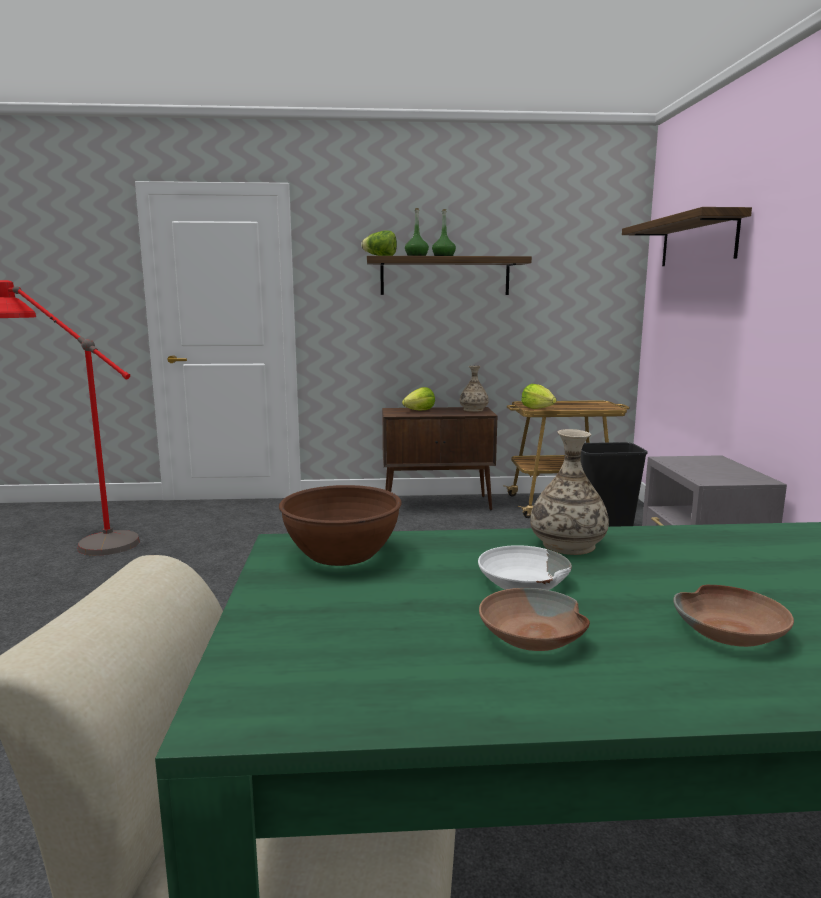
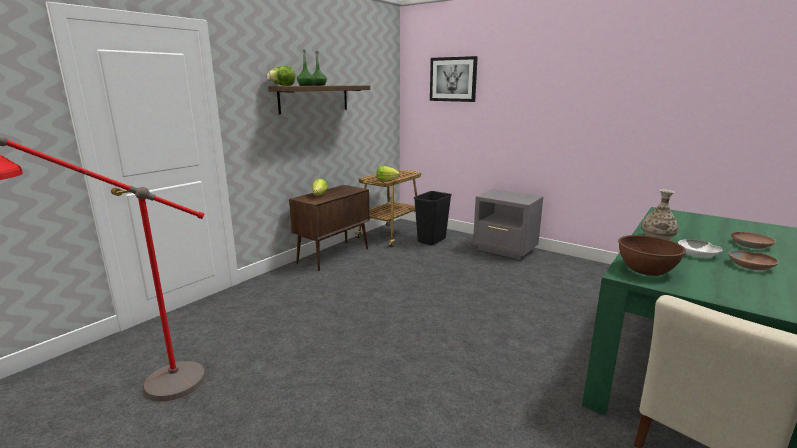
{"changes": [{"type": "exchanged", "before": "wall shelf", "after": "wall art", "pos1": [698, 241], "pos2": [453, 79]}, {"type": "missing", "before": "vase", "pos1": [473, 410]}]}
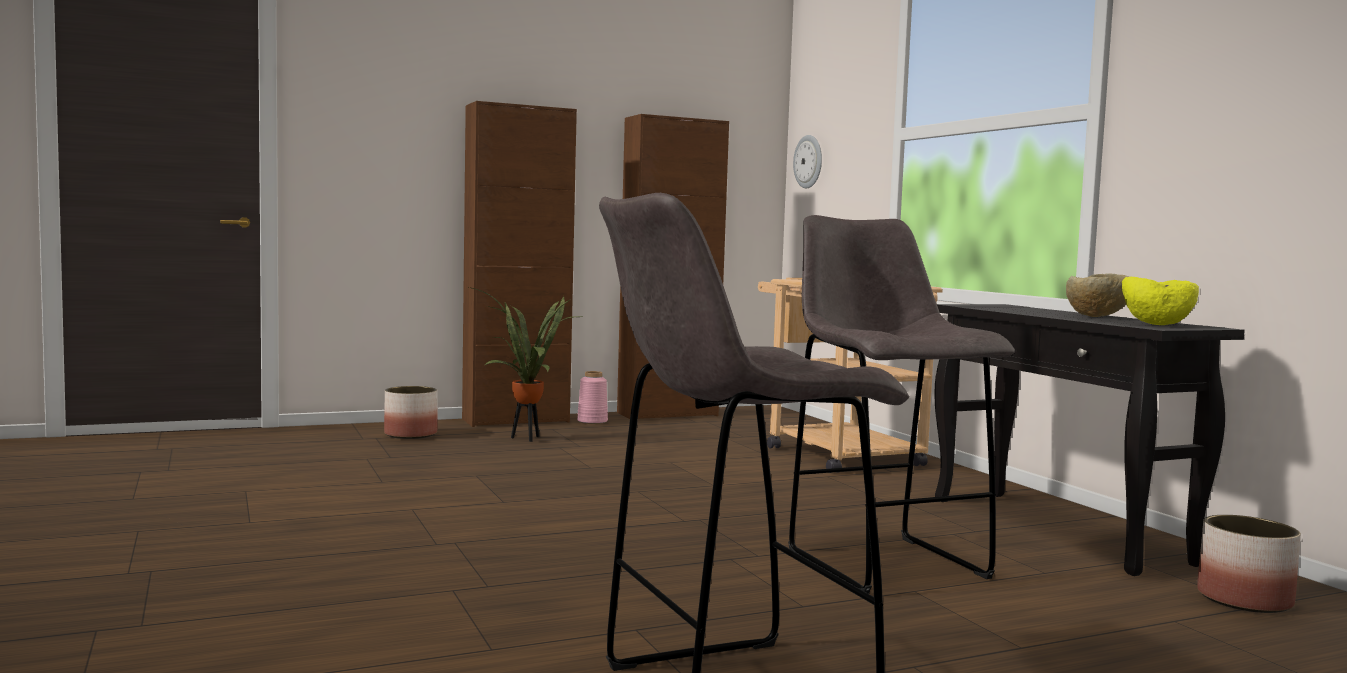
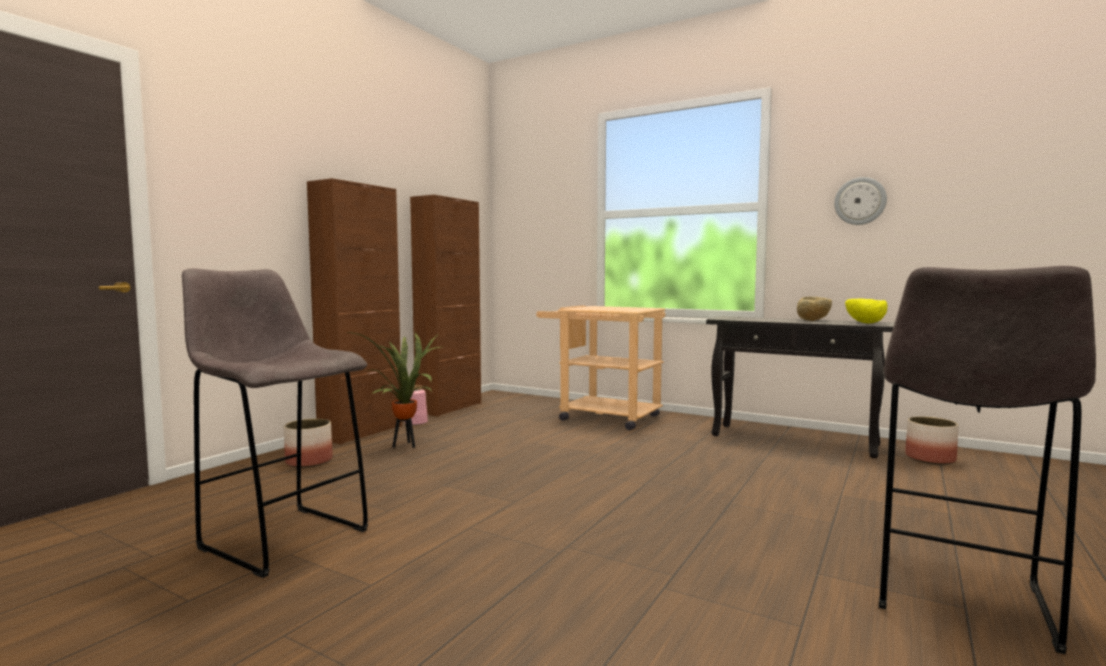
{"changes": [{"type": "relocated", "before": "wall clock", "pos1": [809, 161], "pos2": [860, 201]}, {"type": "relocated", "before": "gray sitting stool", "pos1": [883, 562], "pos2": [282, 538]}]}
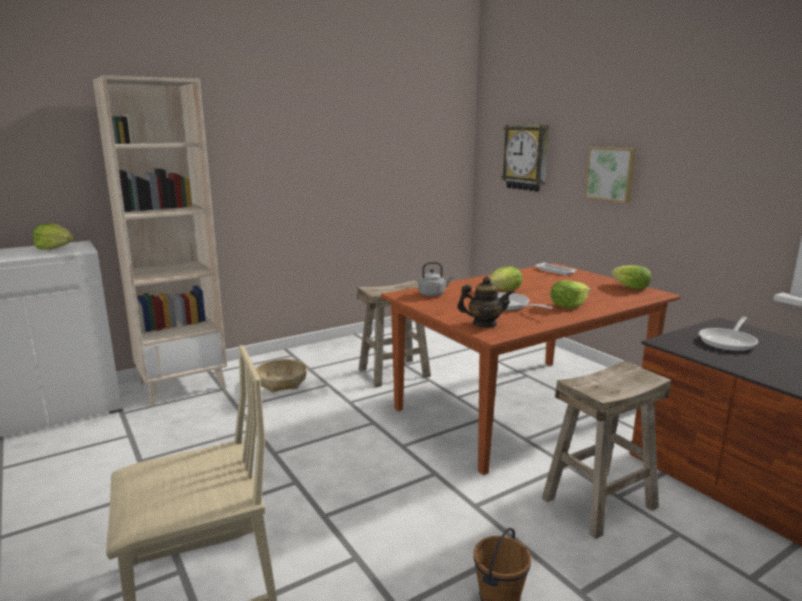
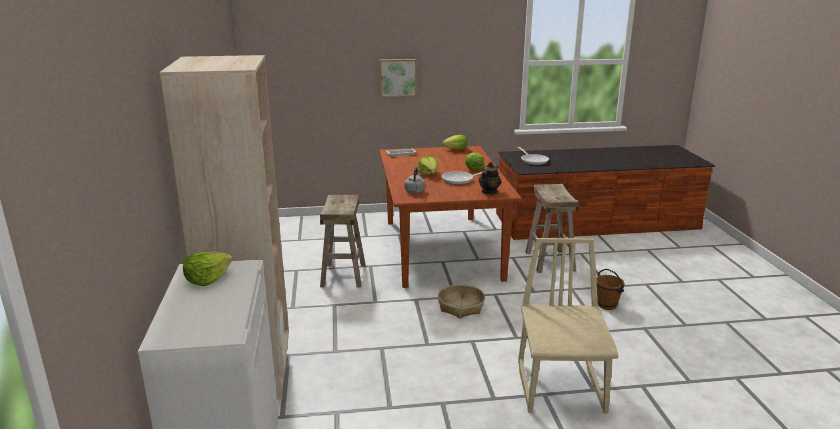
{"changes": [{"type": "missing", "before": "wall clock", "pos1": [526, 157]}, {"type": "relocated", "before": "household basket", "pos1": [281, 382], "pos2": [461, 307]}]}
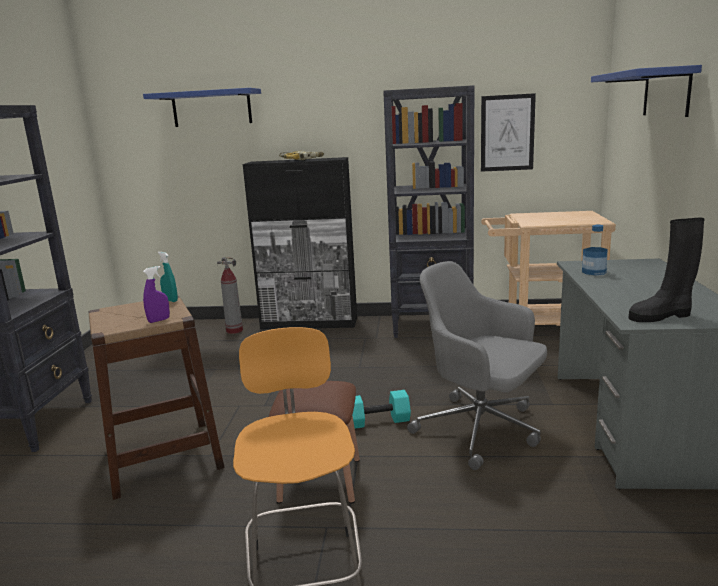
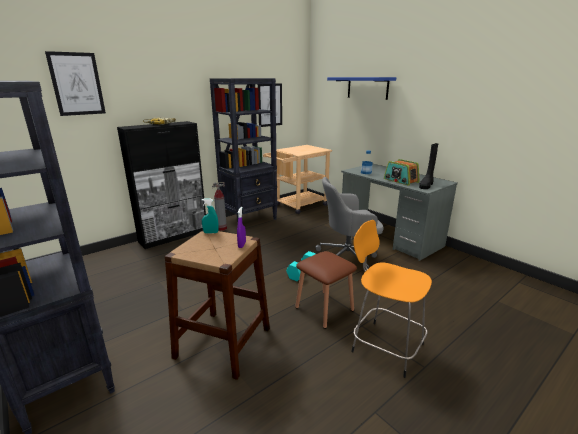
{"changes": [{"type": "exchanged", "before": "blue wall shelf", "after": "wall art", "pos1": [211, 108], "pos2": [77, 84]}, {"type": "relocated", "before": "extinguisher", "pos1": [234, 331], "pos2": [221, 228]}, {"type": "appeared", "after": "radio set", "pos2": [400, 180]}]}
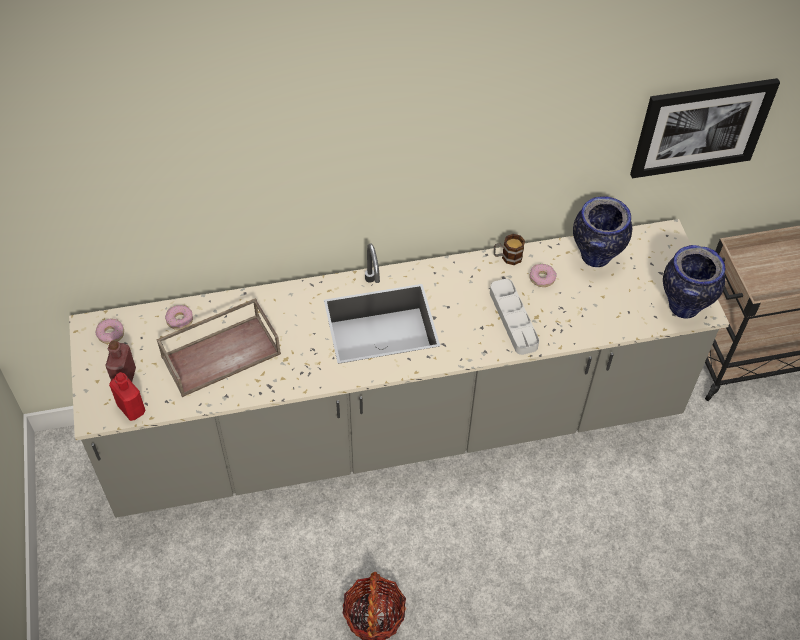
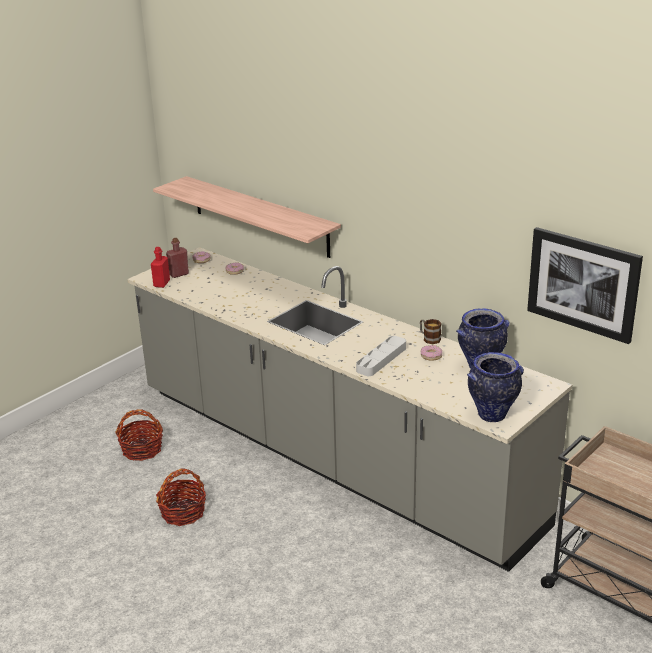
{"changes": [{"type": "missing", "before": "brownish carrying tray", "pos1": [221, 353]}, {"type": "appeared", "after": "wall shelf", "pos2": [260, 216]}, {"type": "appeared", "after": "household basket", "pos2": [142, 450]}]}
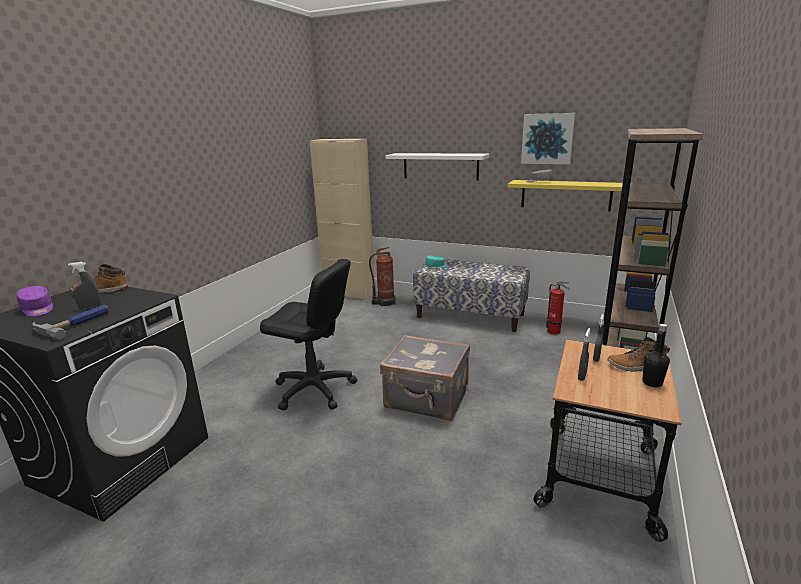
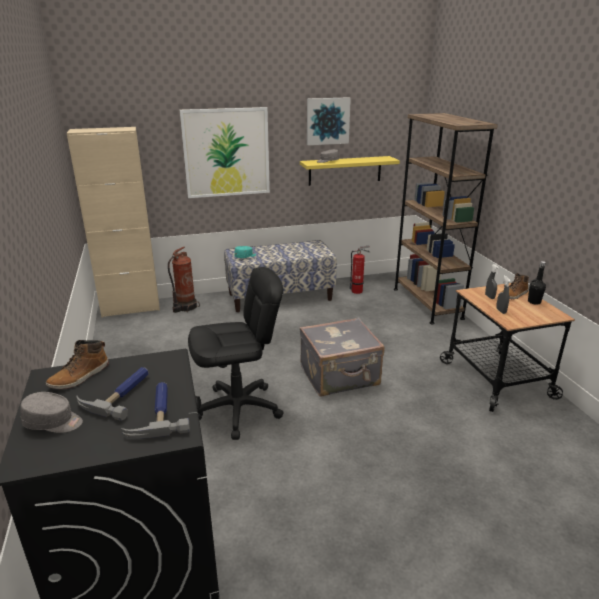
{"changes": [{"type": "exchanged", "before": "white-coloured wall shelf", "after": "wall art", "pos1": [440, 166], "pos2": [226, 152]}, {"type": "exchanged", "before": "gray sprayer", "after": "hand hammer", "pos1": [90, 307], "pos2": [120, 394]}, {"type": "colour", "before": "purplish peaked cap", "after": "gray peaked cap", "pos1": [38, 309], "pos2": [53, 422]}]}
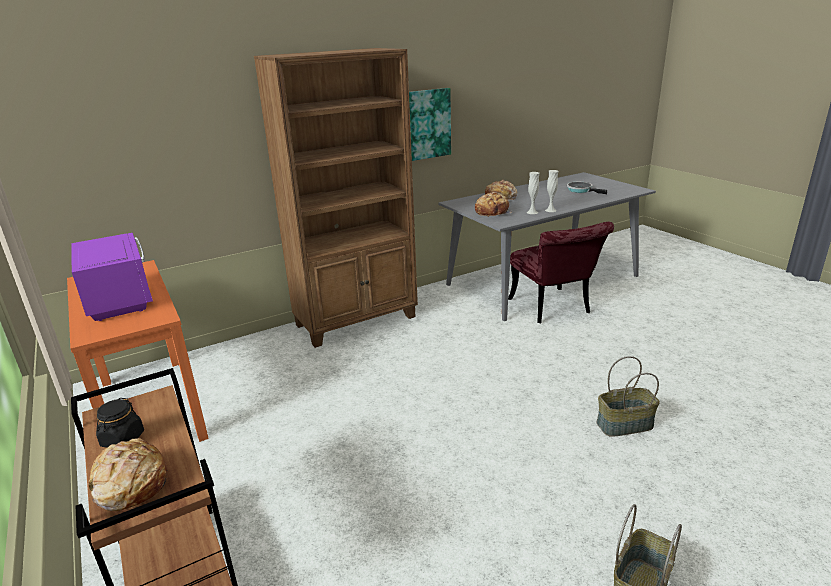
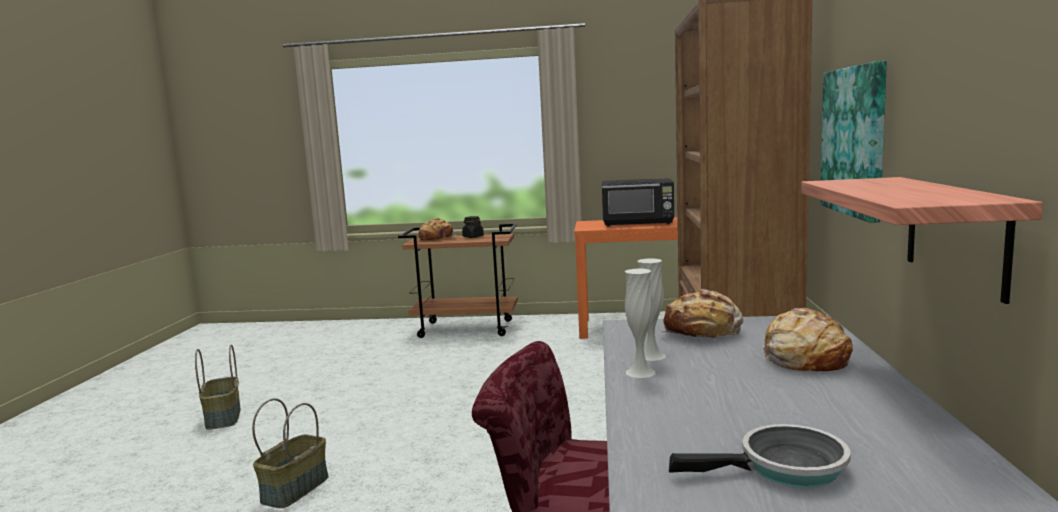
{"changes": [{"type": "colour", "before": "purplish microwave", "after": "black microwave", "pos1": [120, 299], "pos2": [638, 223]}, {"type": "appeared", "after": "wall shelf", "pos2": [955, 233]}]}
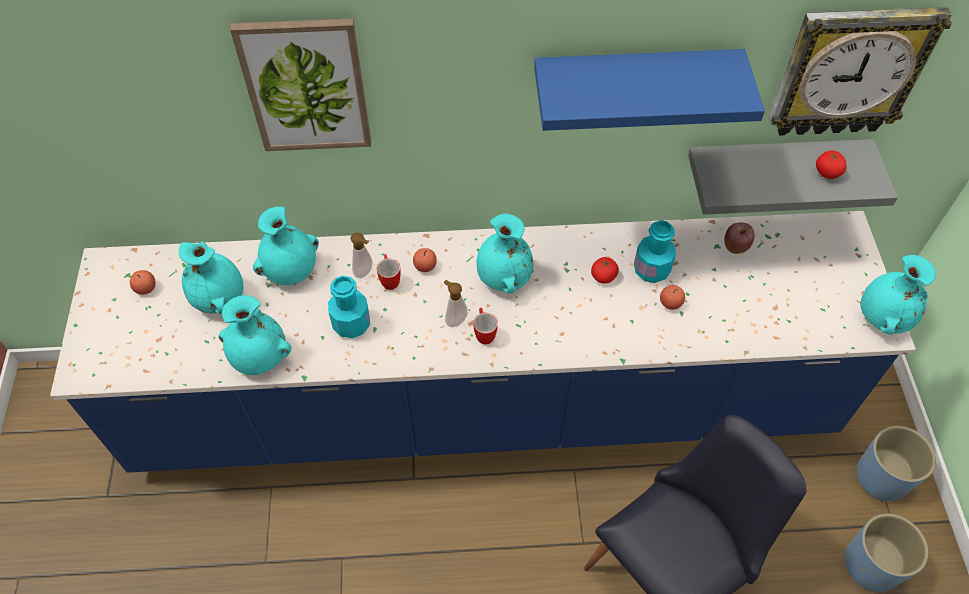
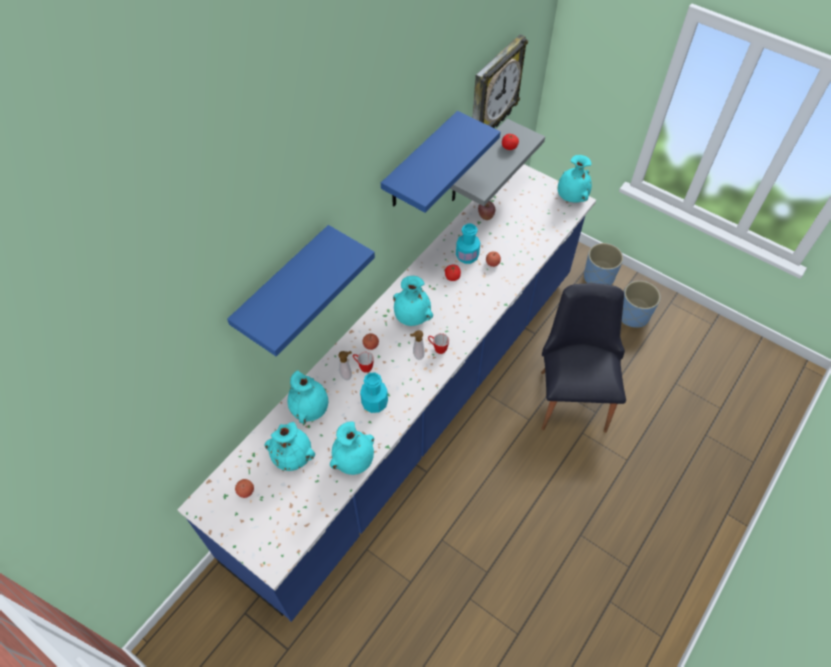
{"changes": [{"type": "exchanged", "before": "wall art", "after": "blue wall shelf", "pos1": [306, 85], "pos2": [283, 286]}]}
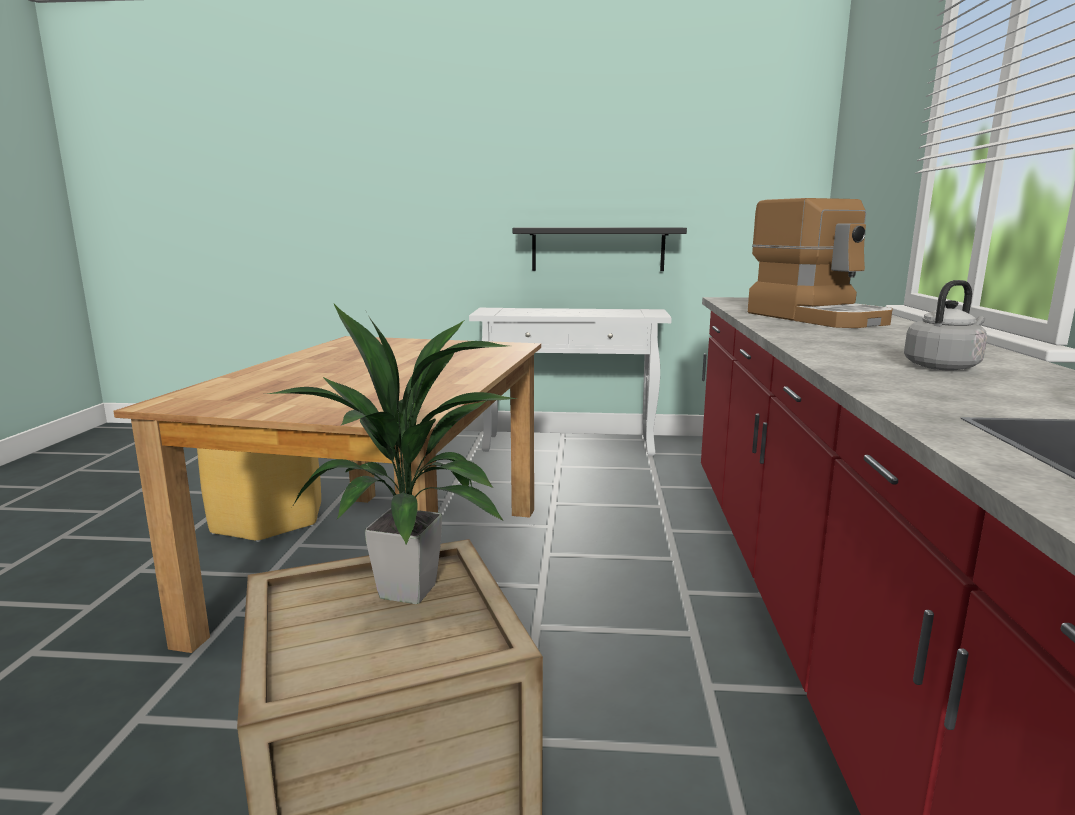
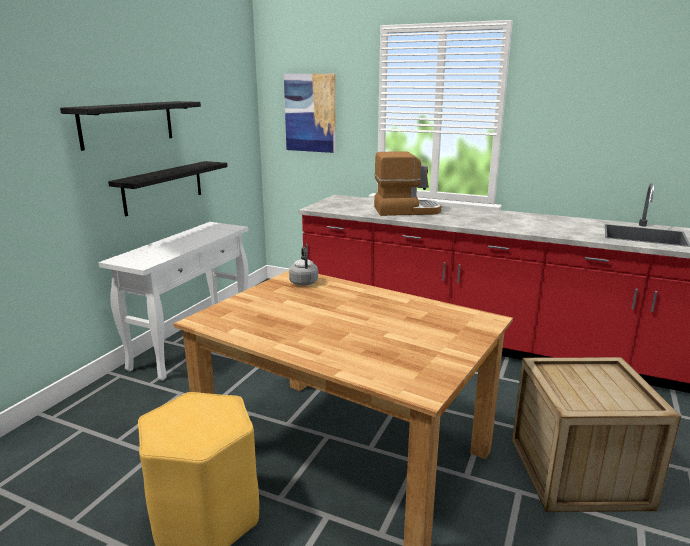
{"changes": [{"type": "relocated", "before": "gray tea kettle", "pos1": [943, 366], "pos2": [303, 282]}, {"type": "missing", "before": "plant in a pot", "pos1": [410, 591]}, {"type": "appeared", "after": "wall art", "pos2": [310, 113]}, {"type": "appeared", "after": "black wall shelf", "pos2": [127, 124]}]}
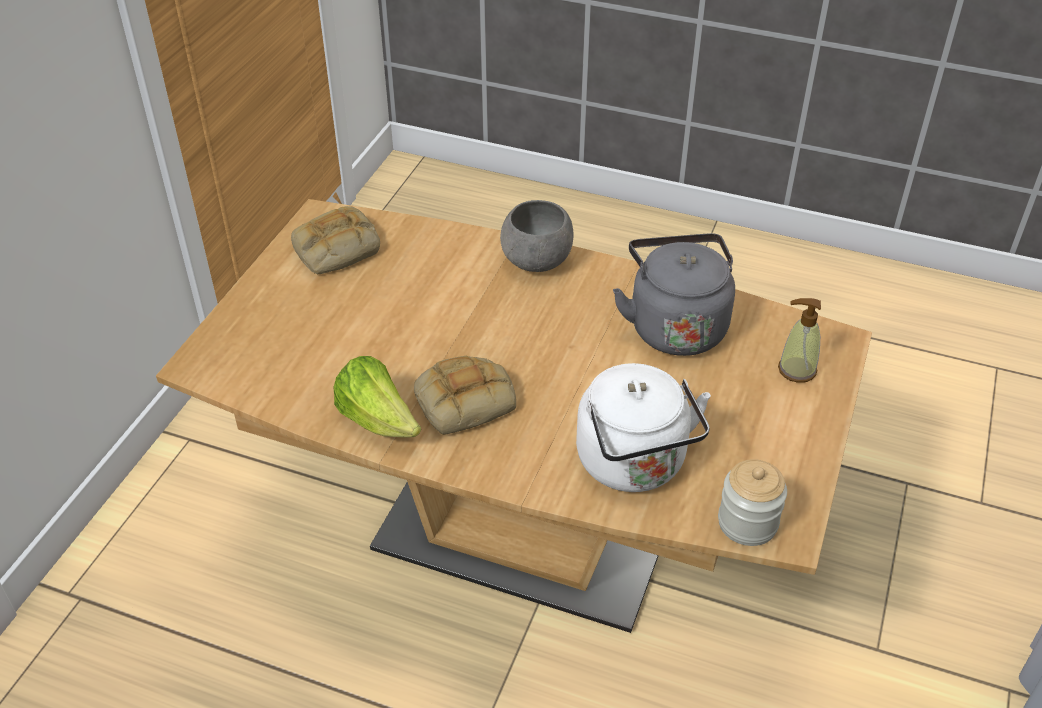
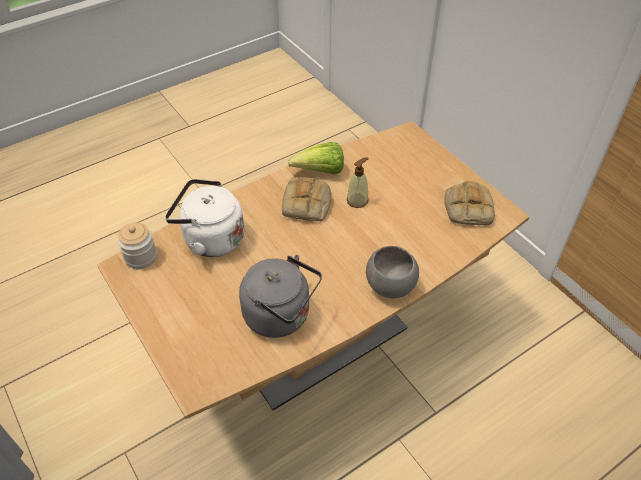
{"changes": [{"type": "relocated", "before": "liquid soap bottle", "pos1": [796, 370], "pos2": [357, 200]}]}
